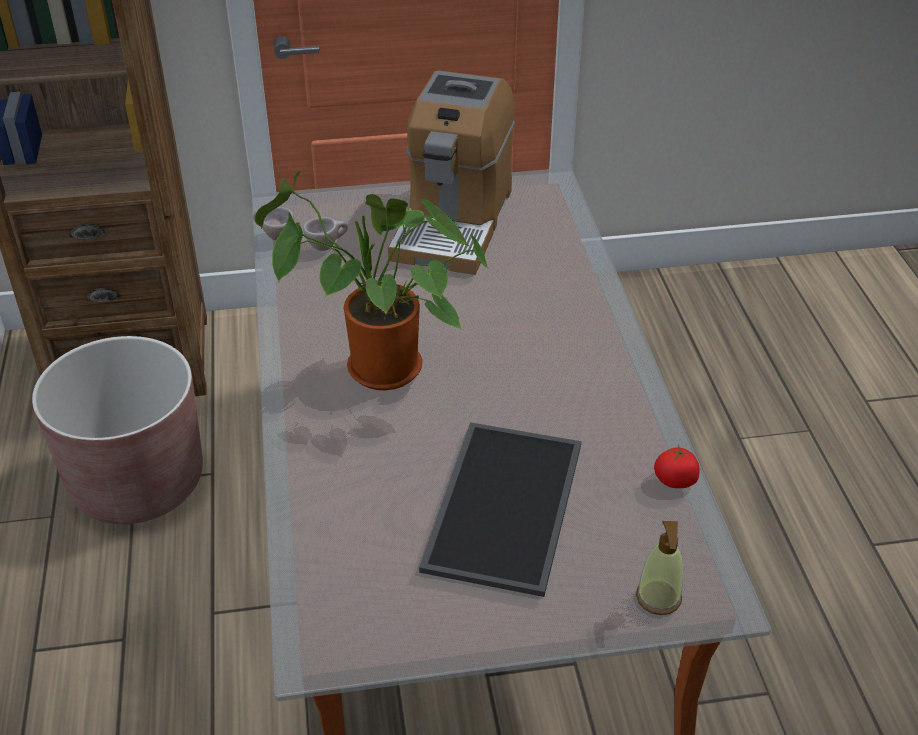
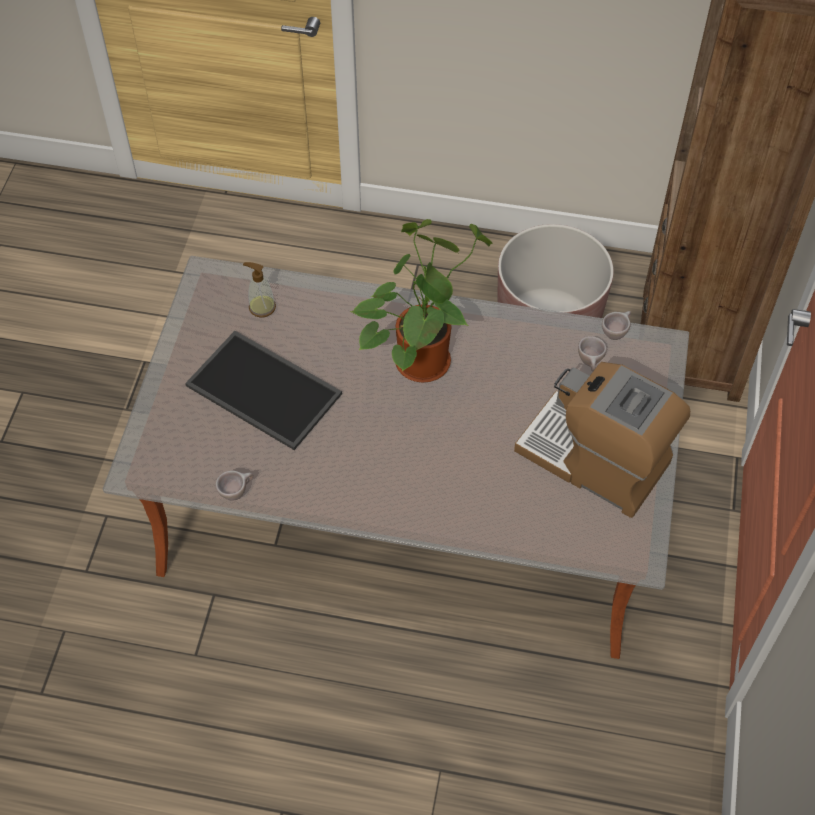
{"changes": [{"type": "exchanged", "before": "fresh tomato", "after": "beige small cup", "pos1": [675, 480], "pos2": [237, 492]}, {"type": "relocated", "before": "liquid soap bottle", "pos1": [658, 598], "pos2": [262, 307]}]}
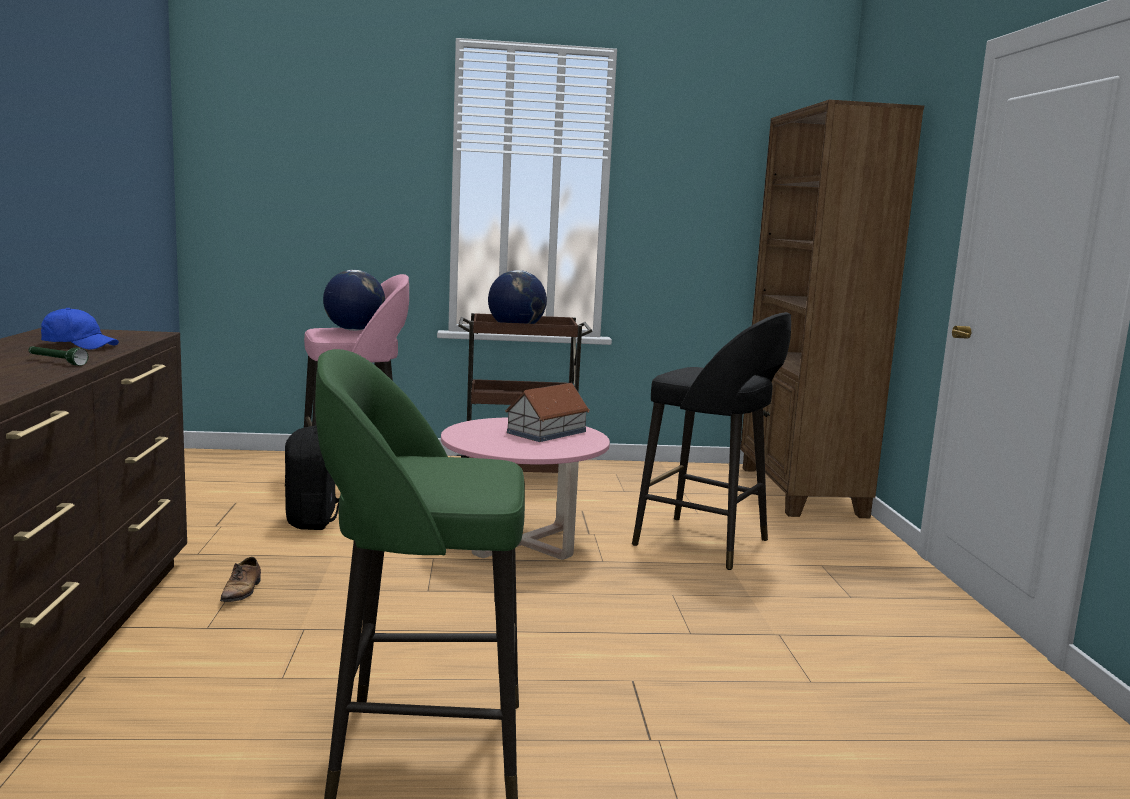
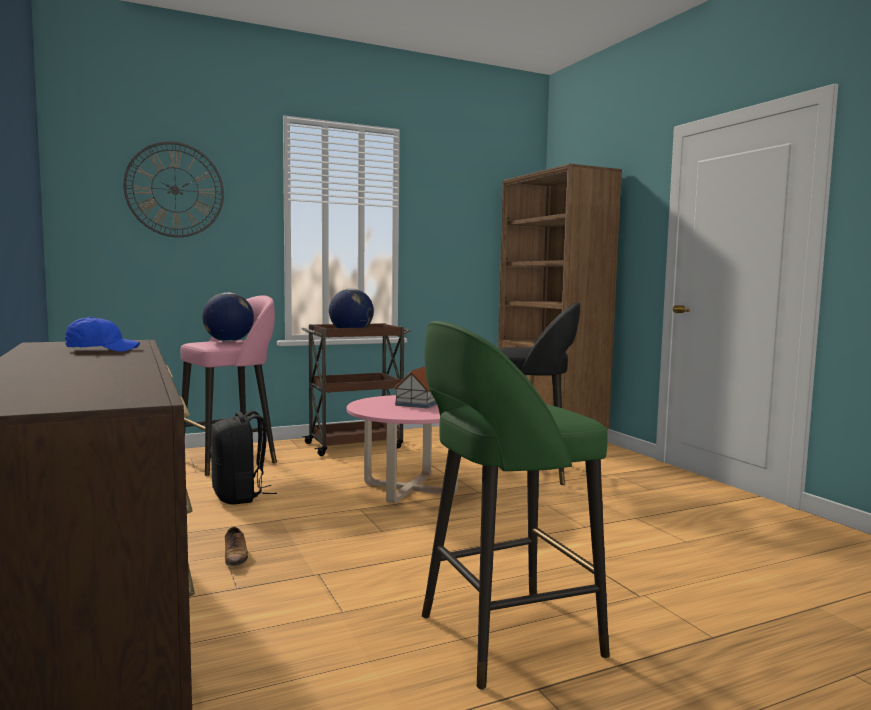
{"changes": [{"type": "missing", "before": "green-coloured hand torch", "pos1": [56, 362]}, {"type": "appeared", "after": "wall clock", "pos2": [175, 190]}]}
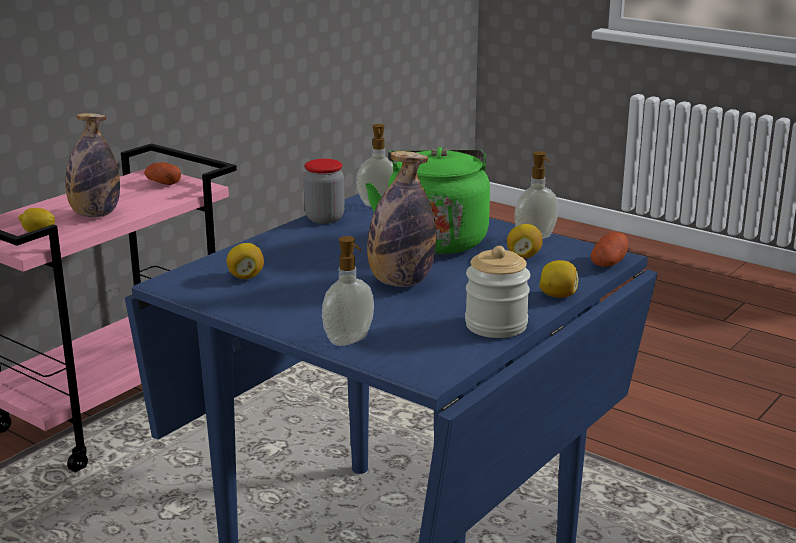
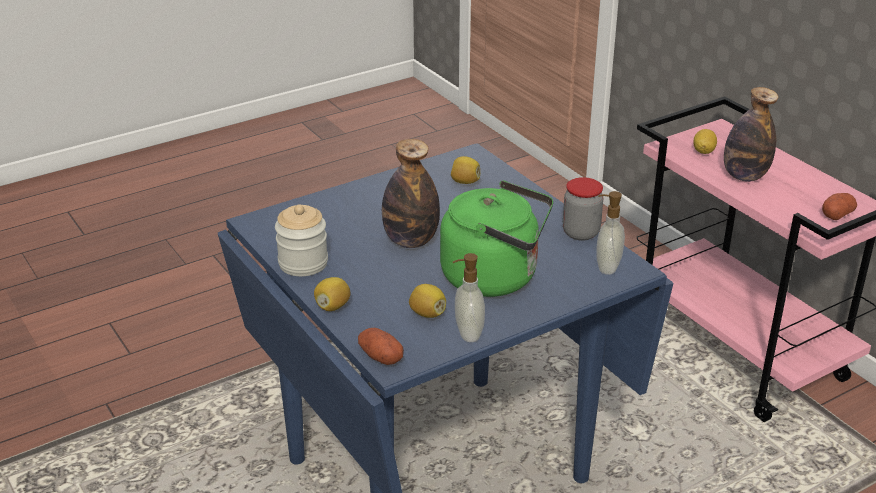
{"changes": [{"type": "missing", "before": "liquid soap bottle", "pos1": [349, 340]}]}
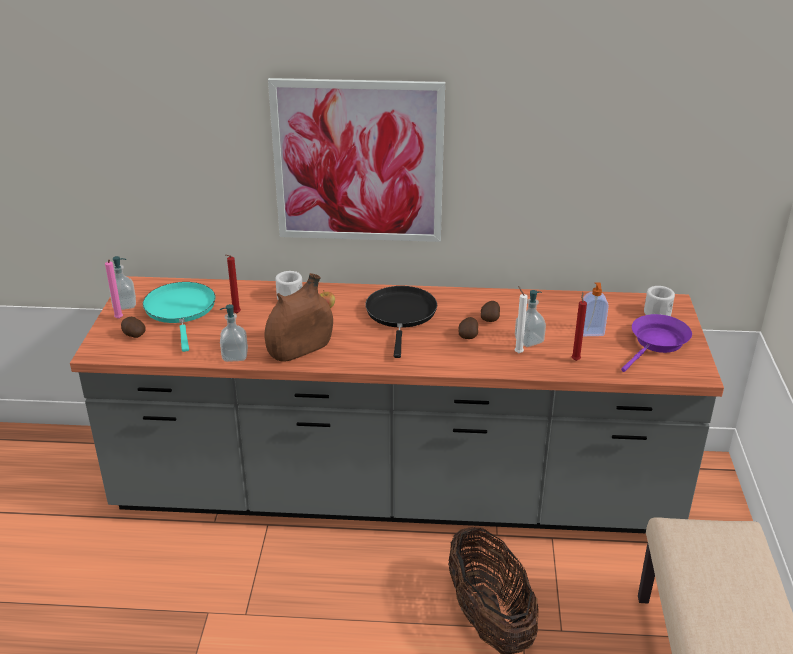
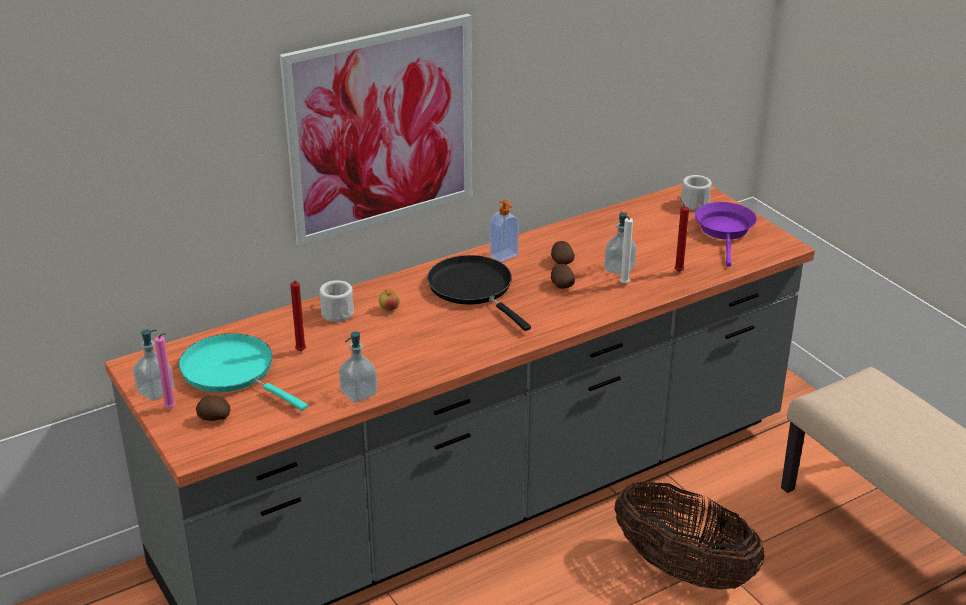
{"changes": [{"type": "missing", "before": "brownish vase", "pos1": [300, 349]}, {"type": "relocated", "before": "liquid soap bottle", "pos1": [591, 332], "pos2": [504, 256]}]}
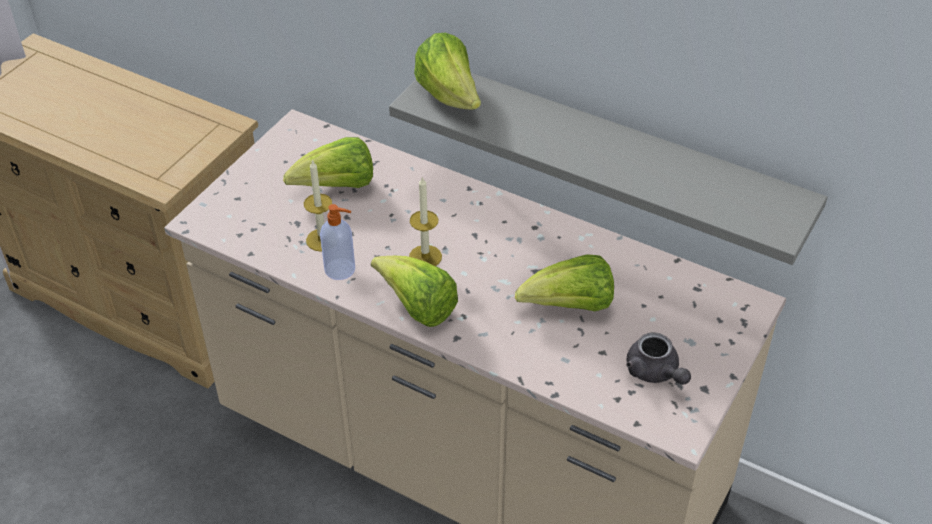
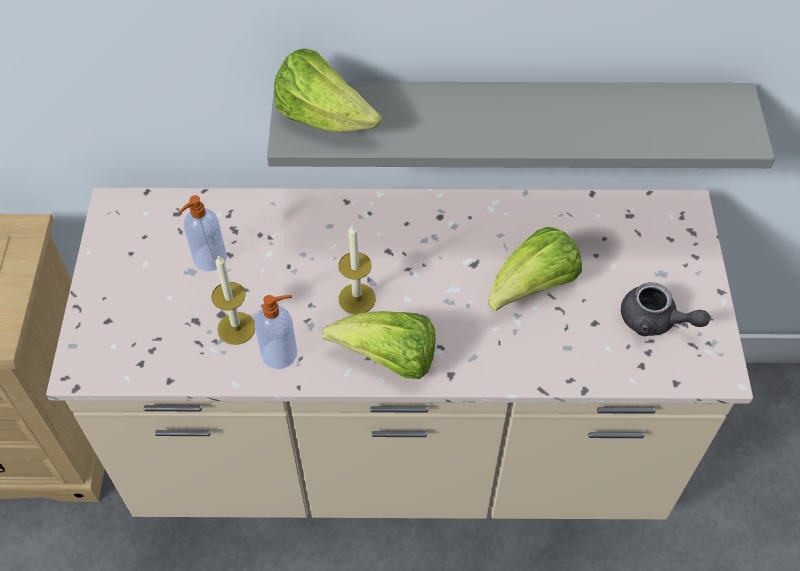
{"changes": [{"type": "exchanged", "before": "head of lettuce", "after": "liquid soap bottle", "pos1": [337, 187], "pos2": [209, 259]}]}
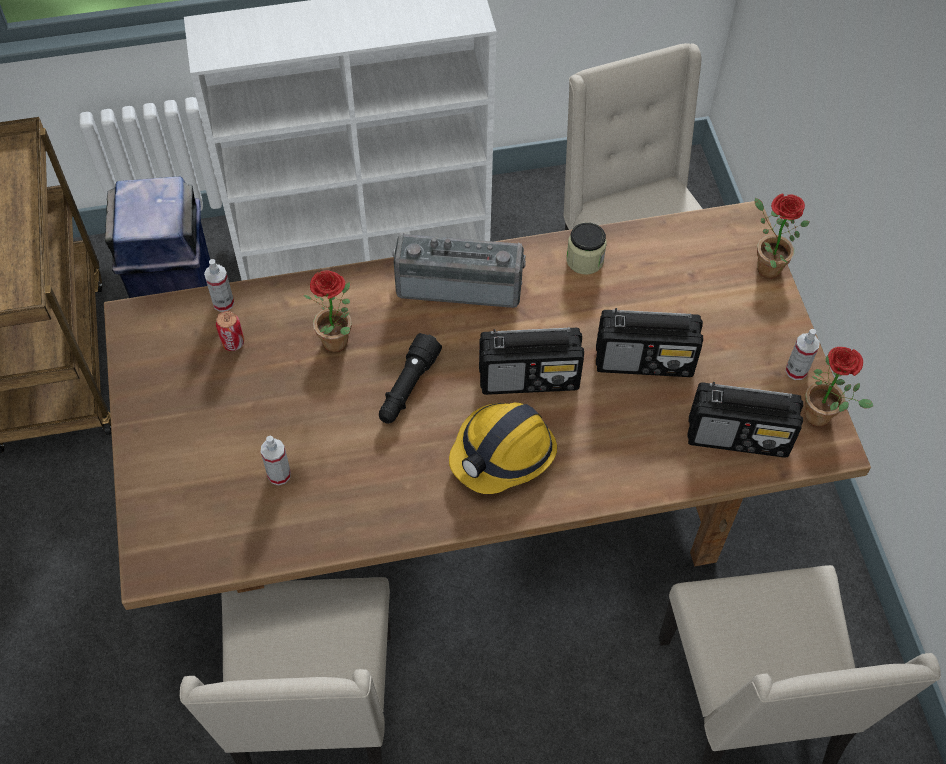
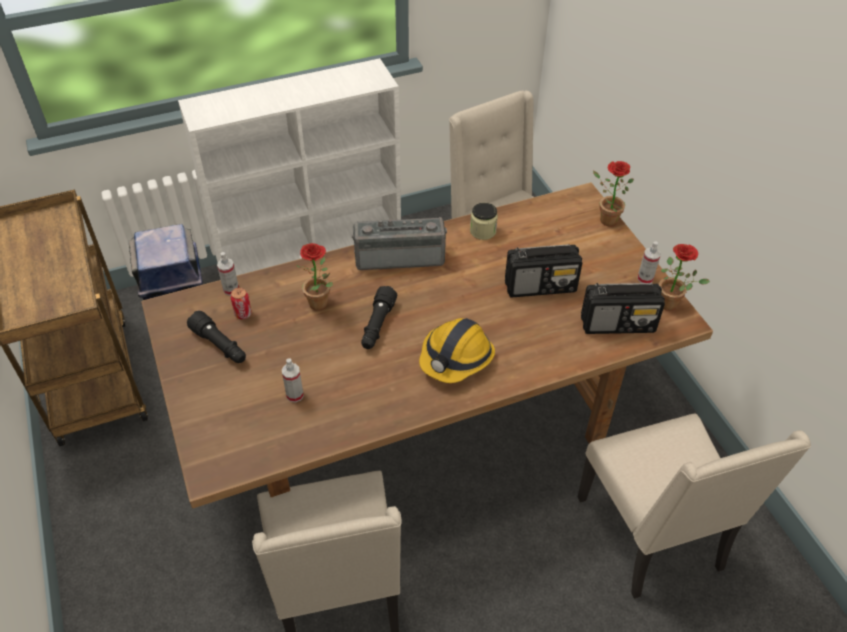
{"changes": [{"type": "missing", "before": "radio set", "pos1": [530, 378]}, {"type": "appeared", "after": "black hand torch", "pos2": [220, 345]}]}
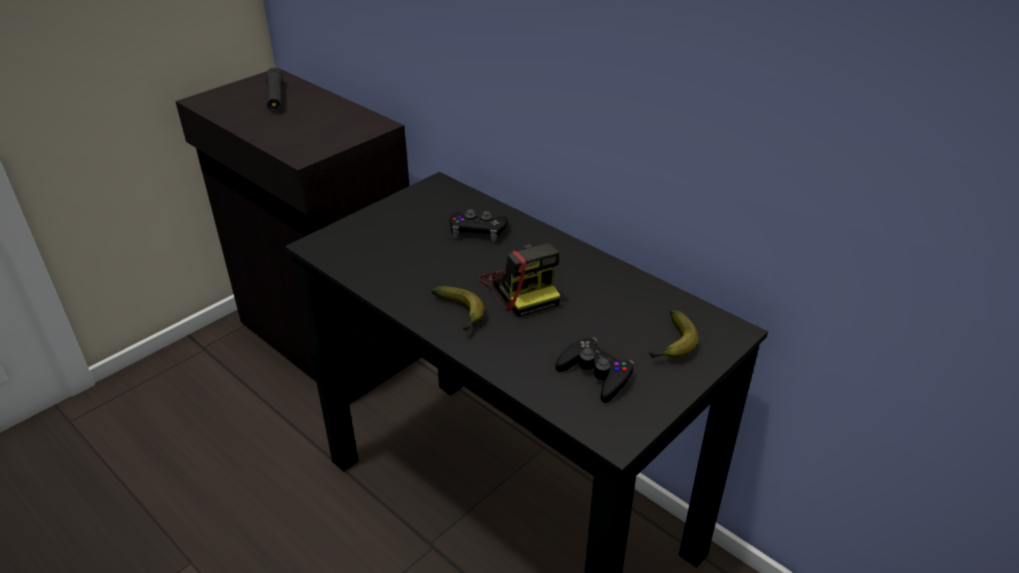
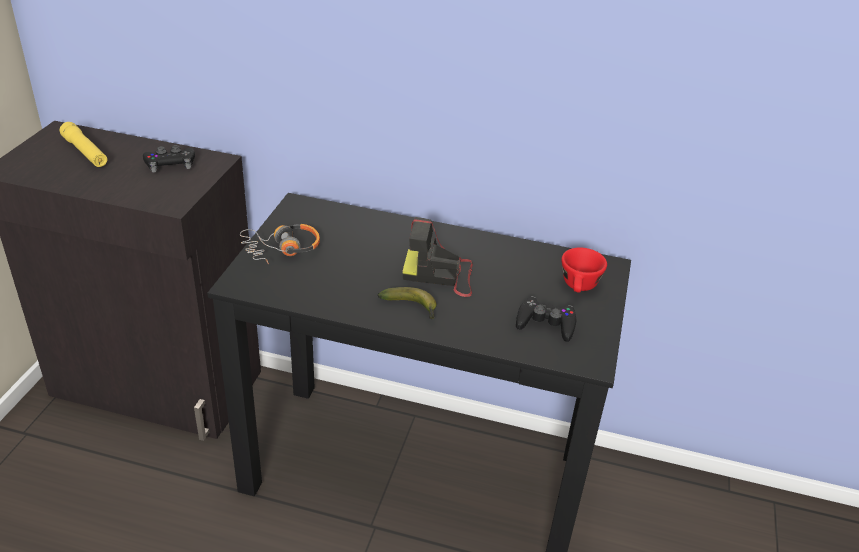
{"changes": [{"type": "colour", "before": "black hand torch", "after": "yellow hand torch", "pos1": [275, 97], "pos2": [85, 152]}, {"type": "relocated", "before": "black game controller", "pos1": [478, 230], "pos2": [170, 164]}, {"type": "spun", "before": "still camera", "pos1": [521, 288], "pos2": [440, 275], "turn": 150}, {"type": "exchanged", "before": "banana", "after": "red small cup", "pos1": [672, 345], "pos2": [579, 287]}, {"type": "appeared", "after": "headphones", "pos2": [282, 249]}]}
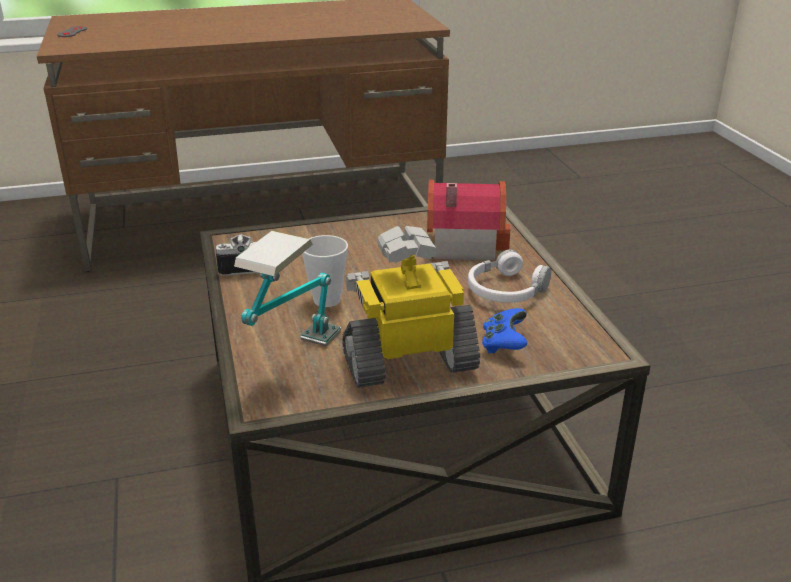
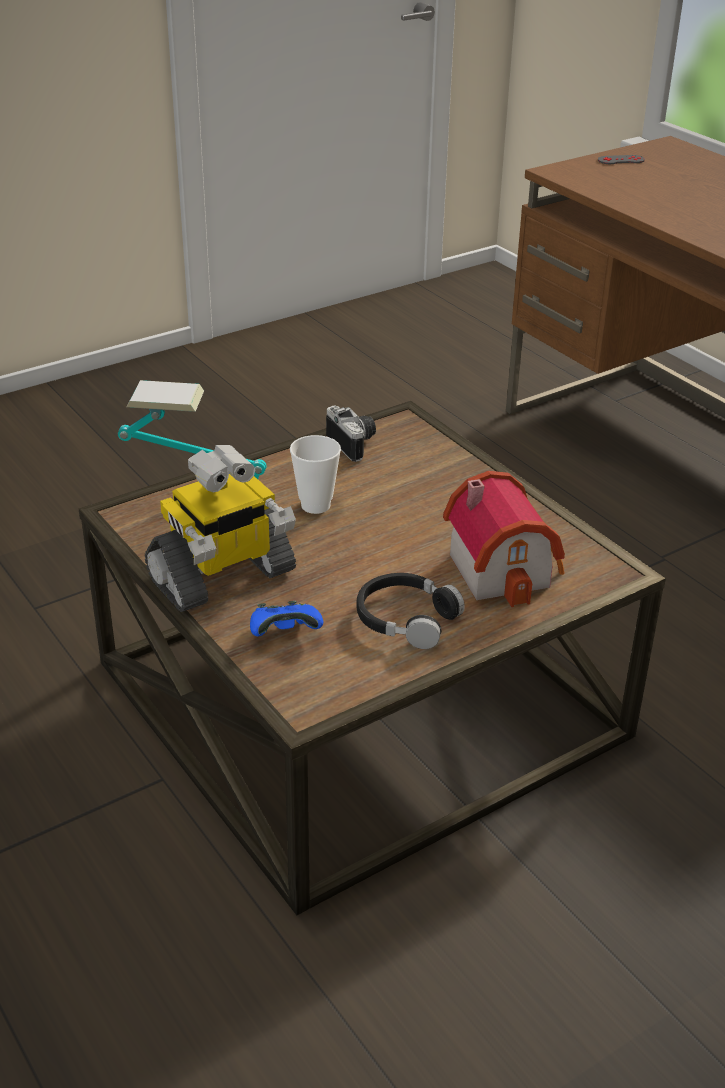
{"changes": [{"type": "spun", "before": "robot figure", "pos1": [409, 361], "pos2": [222, 577], "turn": 90}, {"type": "colour", "before": "white-coloured headphones", "after": "black headphones", "pos1": [506, 290], "pos2": [406, 619]}]}
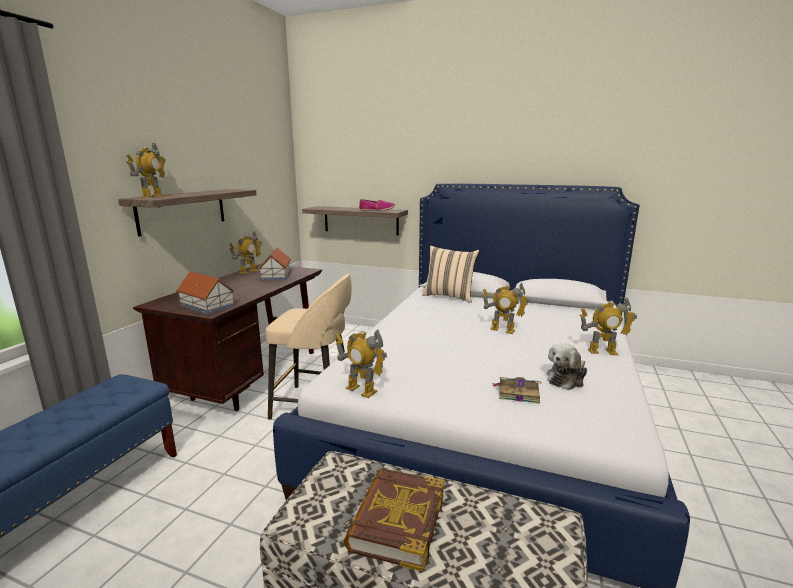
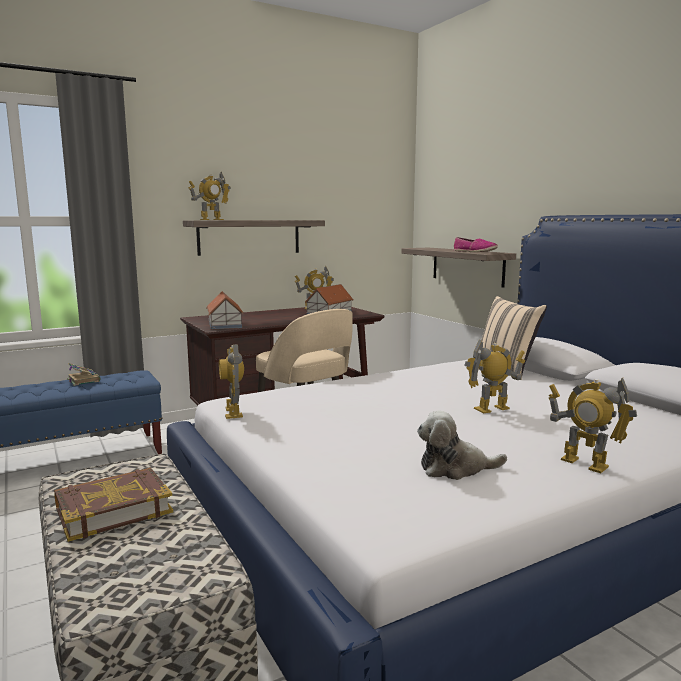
{"changes": [{"type": "spun", "before": "robot figure", "pos1": [502, 330], "pos2": [492, 409], "turn": 90}, {"type": "relocated", "before": "volume", "pos1": [517, 393], "pos2": [83, 380]}]}
